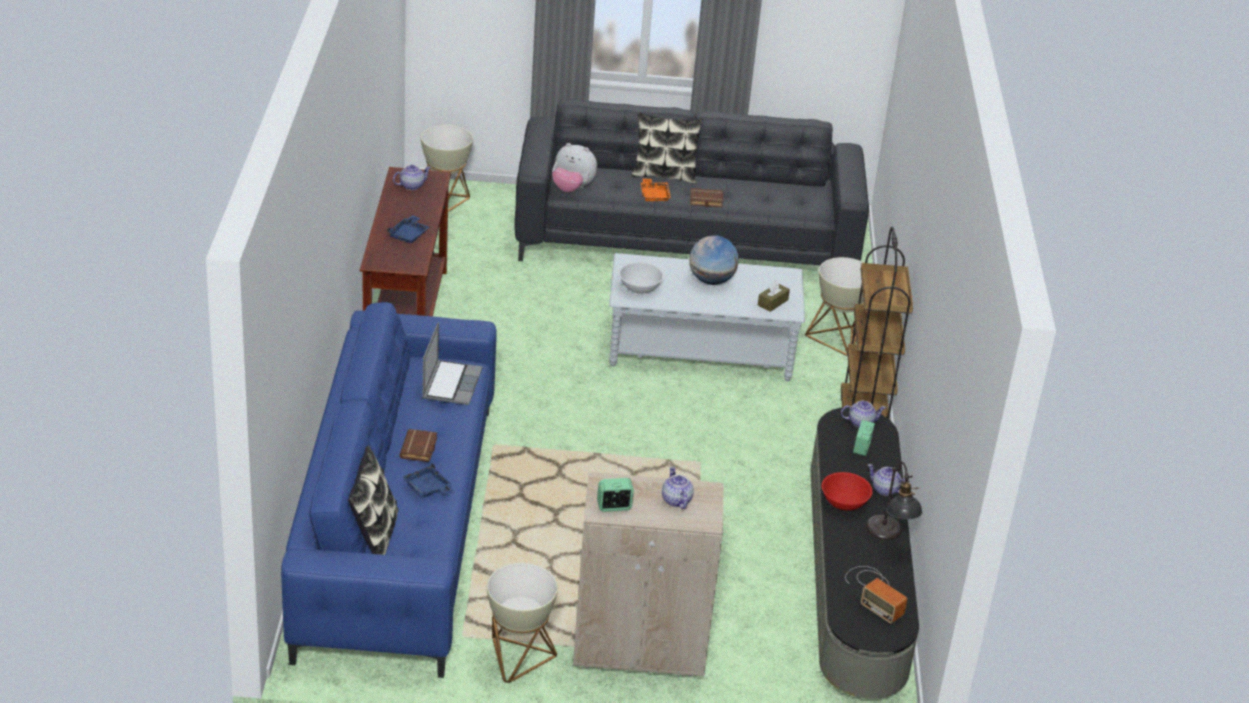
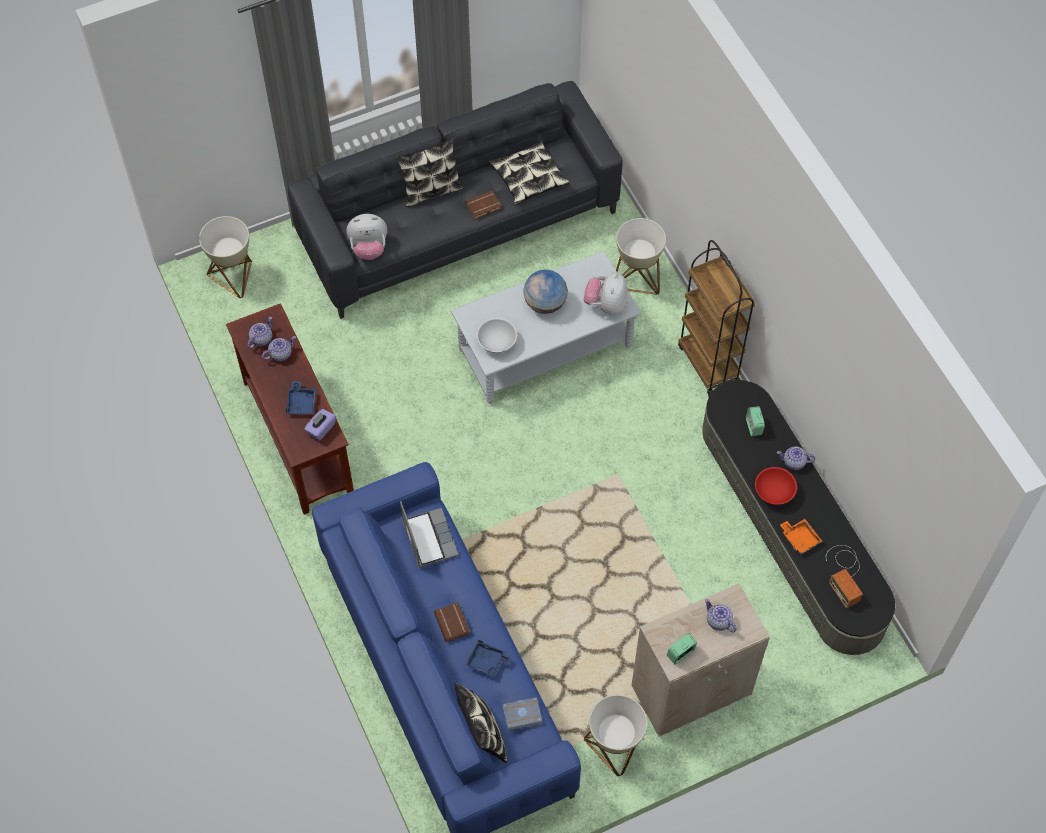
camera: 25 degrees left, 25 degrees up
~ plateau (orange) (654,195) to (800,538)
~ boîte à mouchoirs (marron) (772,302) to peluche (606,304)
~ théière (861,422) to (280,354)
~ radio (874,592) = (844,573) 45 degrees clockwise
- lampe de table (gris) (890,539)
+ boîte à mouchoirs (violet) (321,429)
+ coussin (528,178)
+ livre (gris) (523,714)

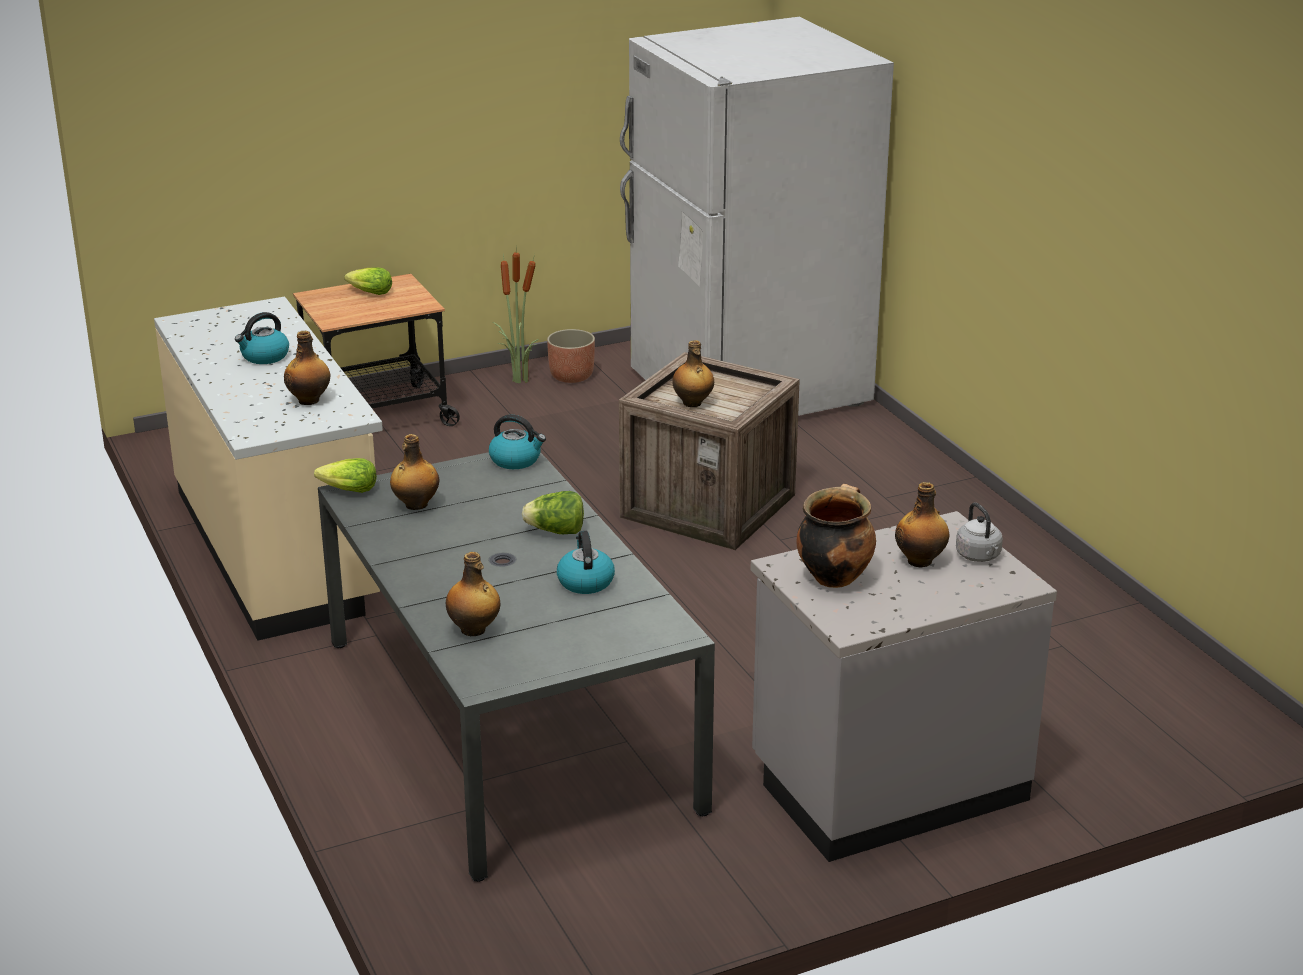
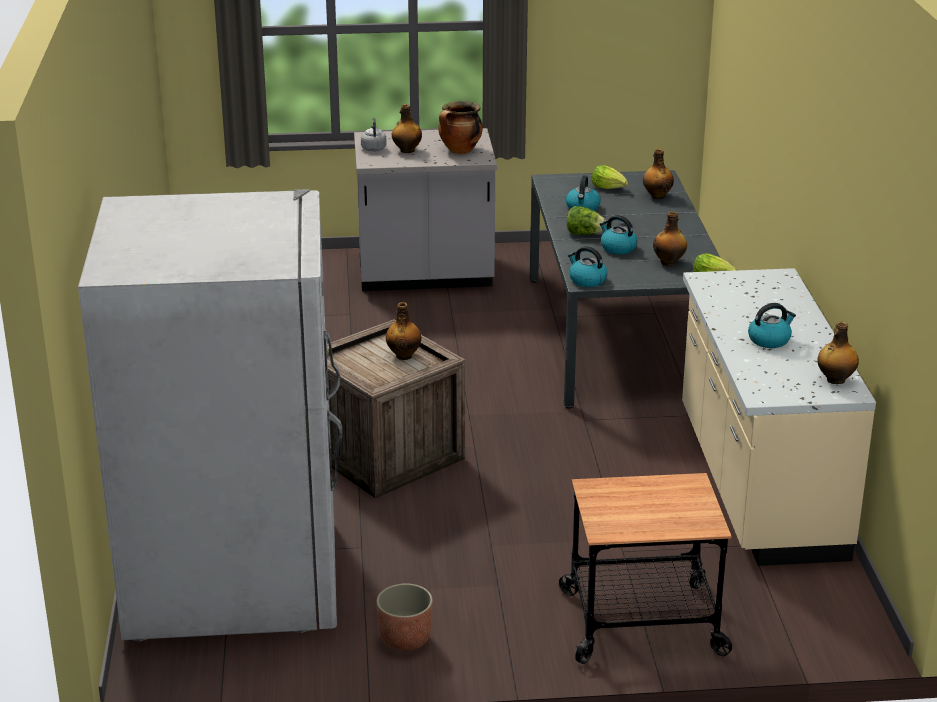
camera: 160 degrees left, 0 degrees up
~ bouteille (309,400) to (835,380)
~ laitue (370,293) to (609,188)
- plante en pot (518,380)
+ bouilloire (617,248)

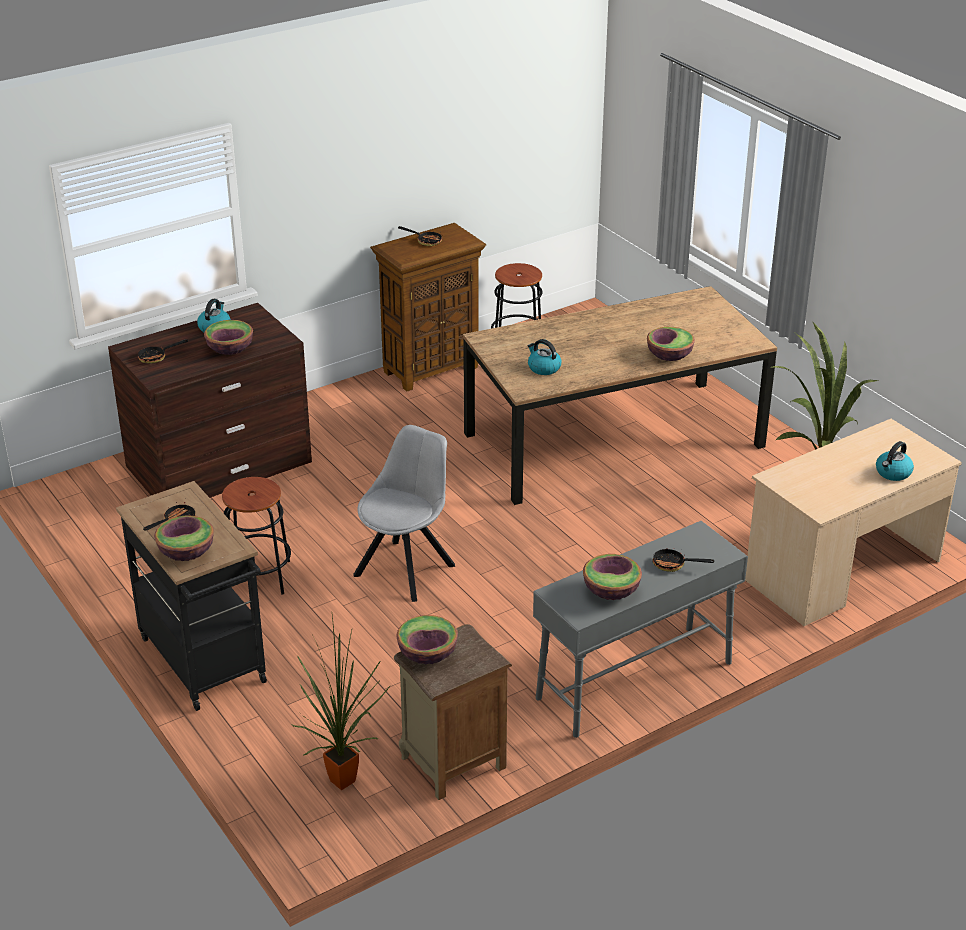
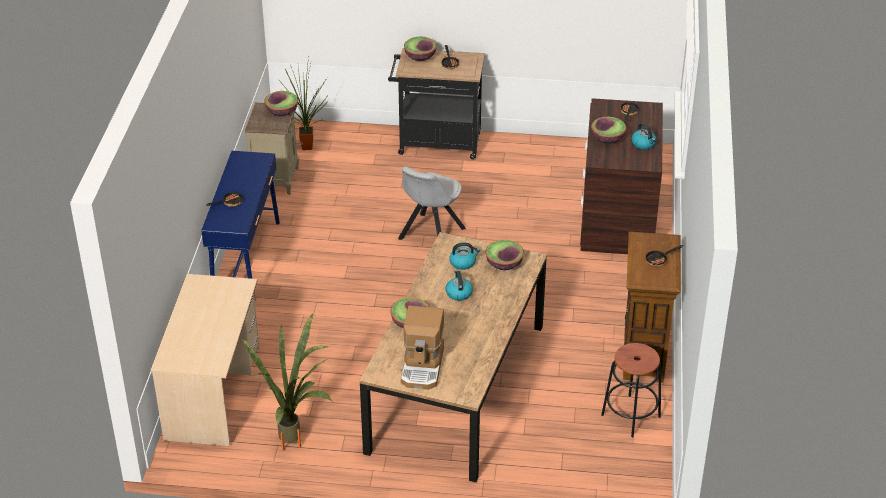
camera: 130 degrees right, 5 degrees up
- tabouret (noir) (259,577)
~ chaise (gris) (406,569) = (431,234) 45 degrees clockwise
~ table console (gris) (633,680) to table console (bleu) (247,259)
~ bol (611,591) to (504,264)
~ bouilloire (893,473) to (458,293)
+ machine à café (423,366)

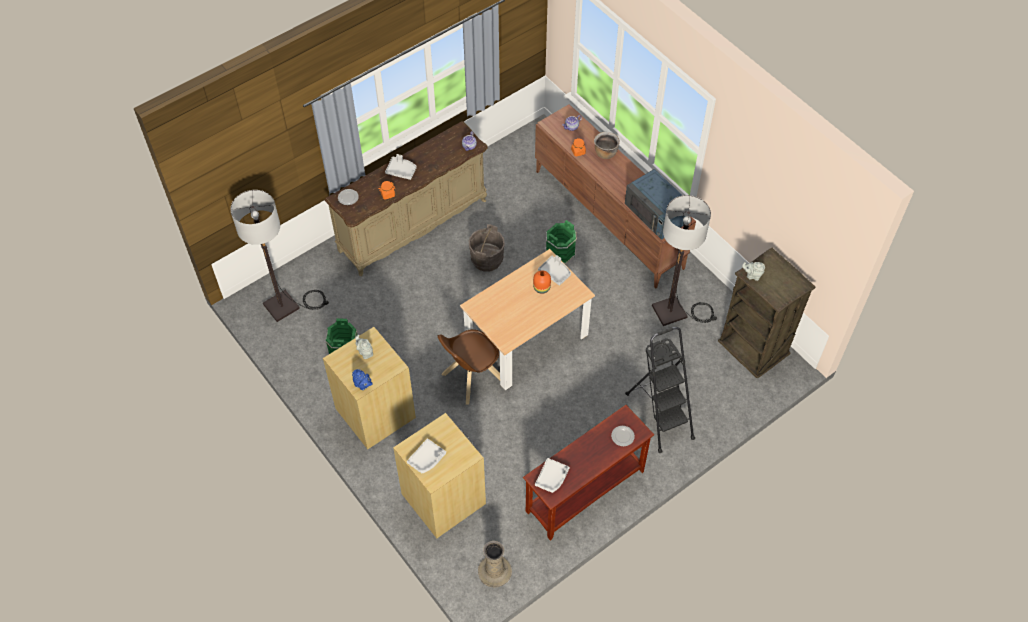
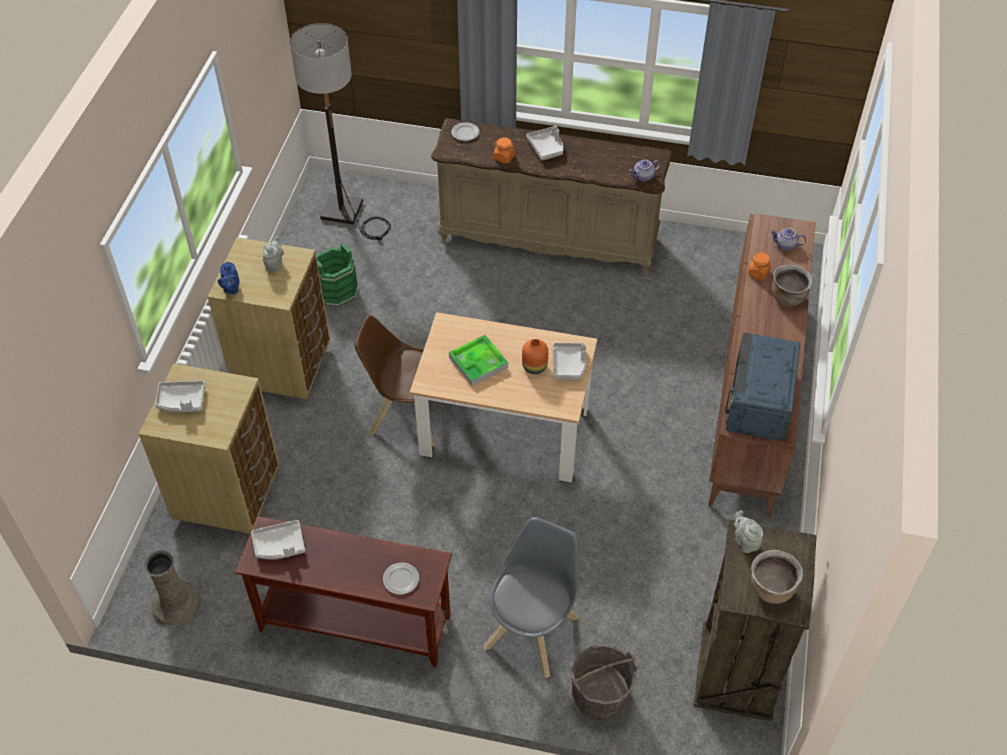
camera: 50 degrees right, 5 degrees down
~ seau (gris) (486,259) to (600,696)
- seau (vert) (560,253)
~ escabeau (659,414) to chaise (gris) (533,629)
- lampadaire (679,312)
+ plateau (478,362)
+ marmite (marron) (771,590)

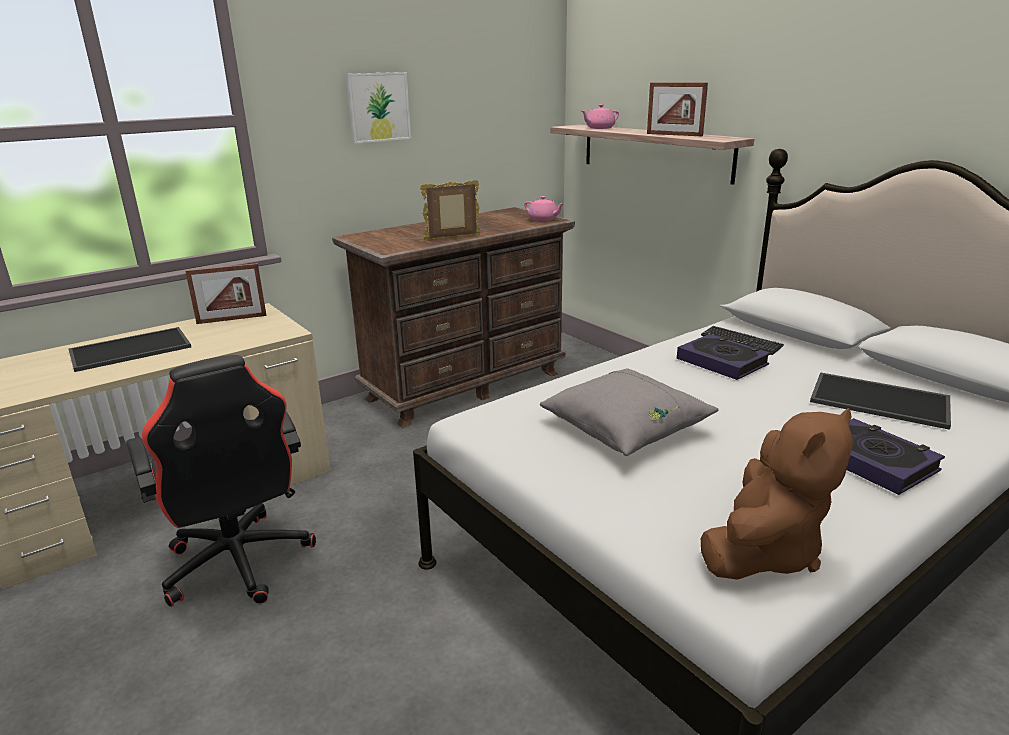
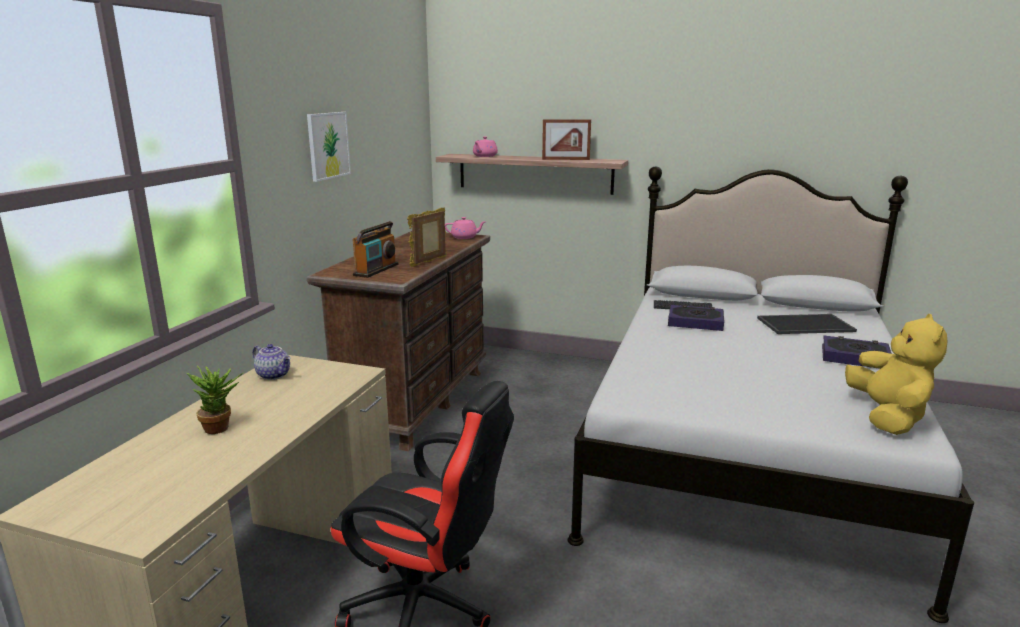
camera: 35 degrees left, 5 degrees down
~ plateau (129,350) to plante en pot (222,428)
~ cadre photo (232,319) to théière (274,375)
- coussin (gris) (625,429)
~ peluche (marron) (763,552) to peluche (jaune) (887,417)
+ radio (376,270)

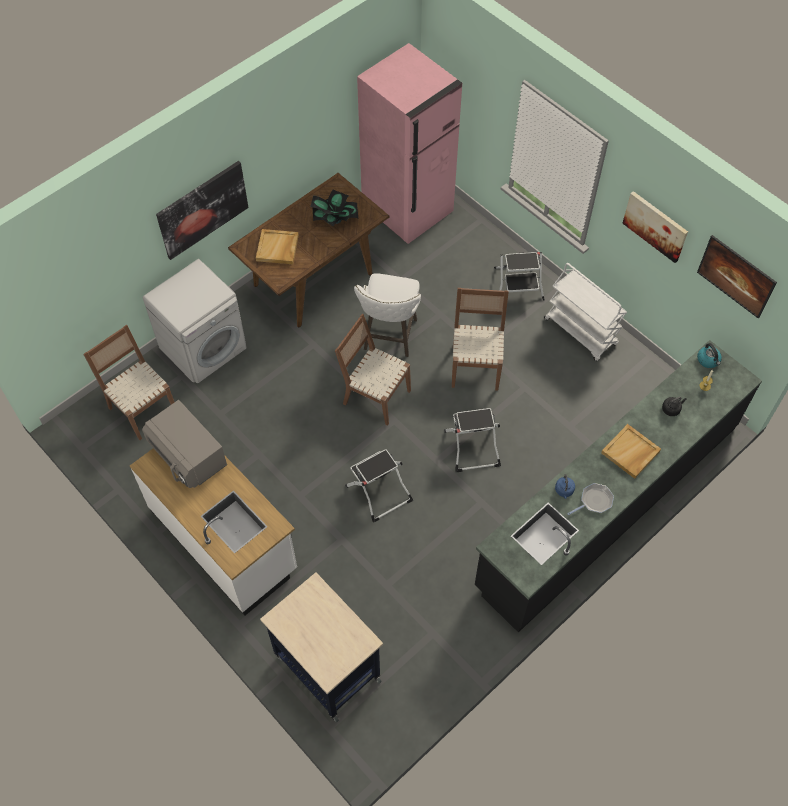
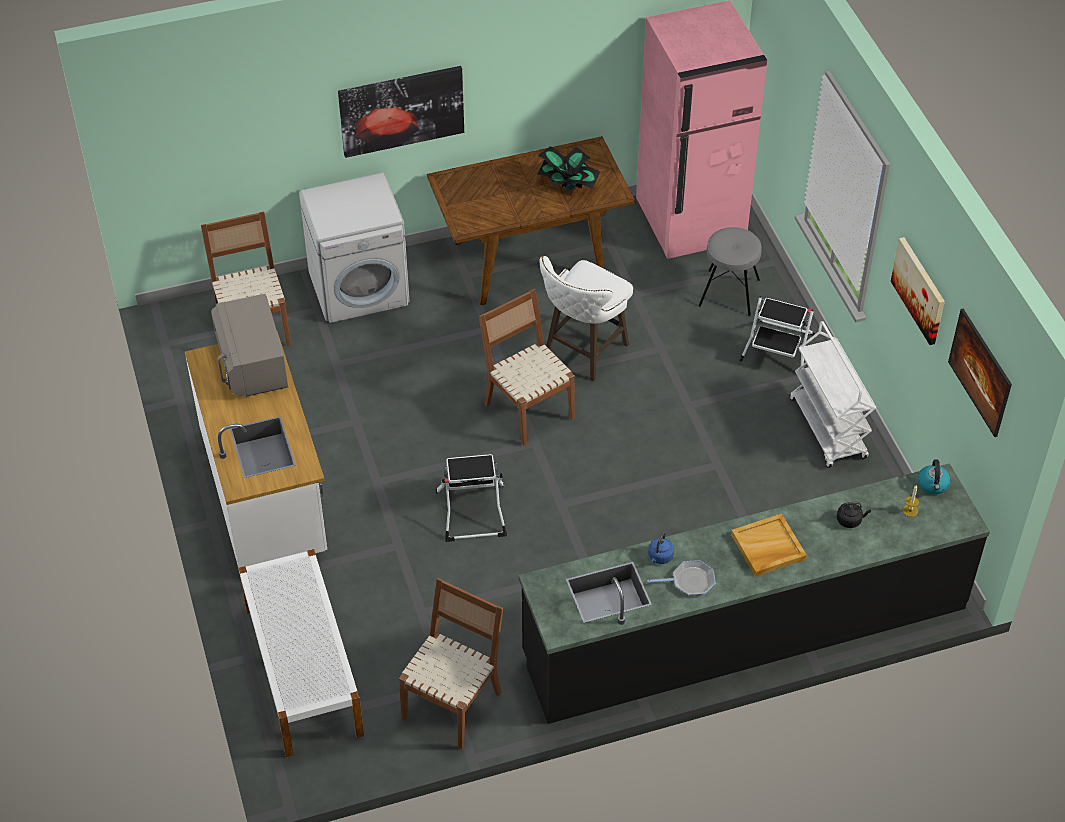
camera: 25 degrees right, 10 degrees down
- plateau (beige) (277,248)
~ chariot (bleu) (327,668) to banc (blanc) (302,670)
- escabeau (473,446)
~ chaise (476,365) to (454,702)
+ tabouret (gris) (729,293)

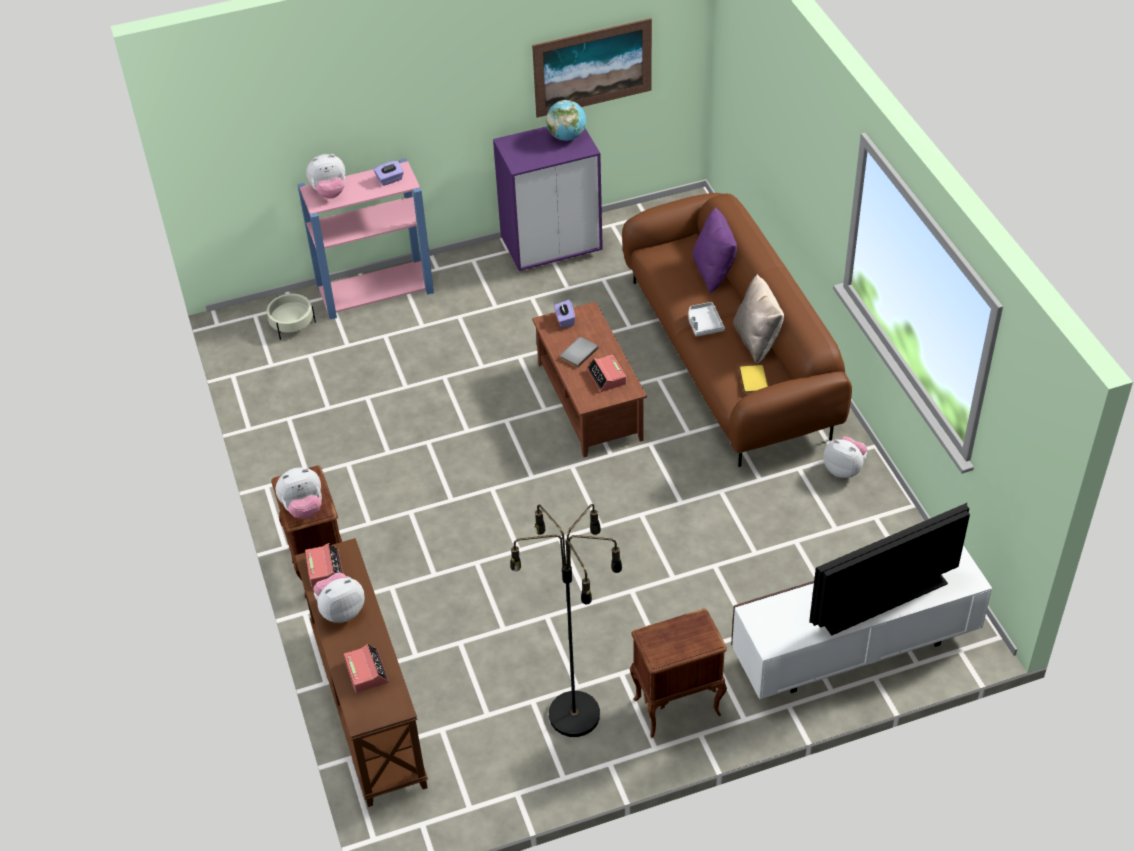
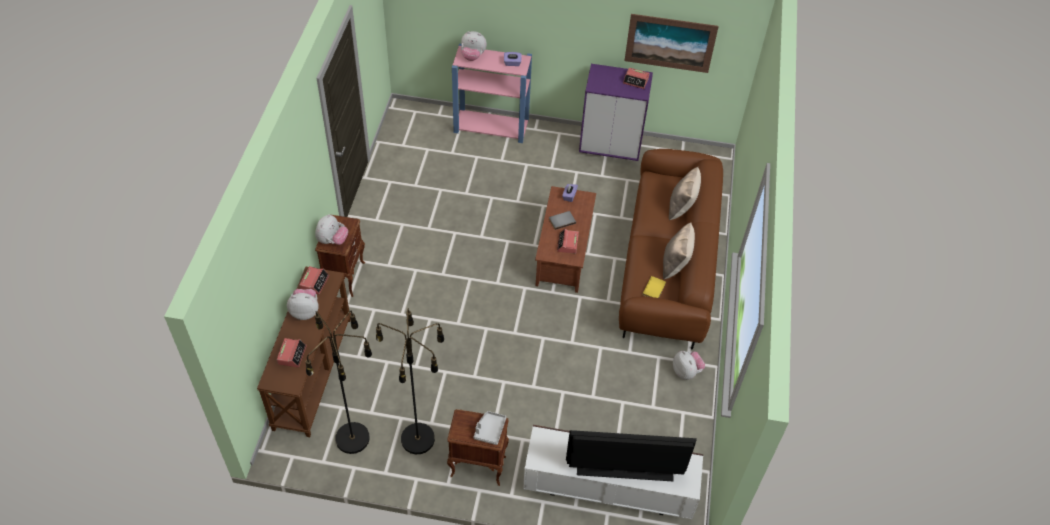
camera: 25 degrees right, 5 degrees up
- cache-pot (beige) (292,324)
~ peluche (303,508) = (332,240) 75 degrees counterclockwise
~ globe (566,136) to réveil (636,81)
~ plateau (gris) (704,324) to (489,430)
~ coussin (violet) (713,271) to coussin (beige) (681,207)
+ lampadaire (353,439)

